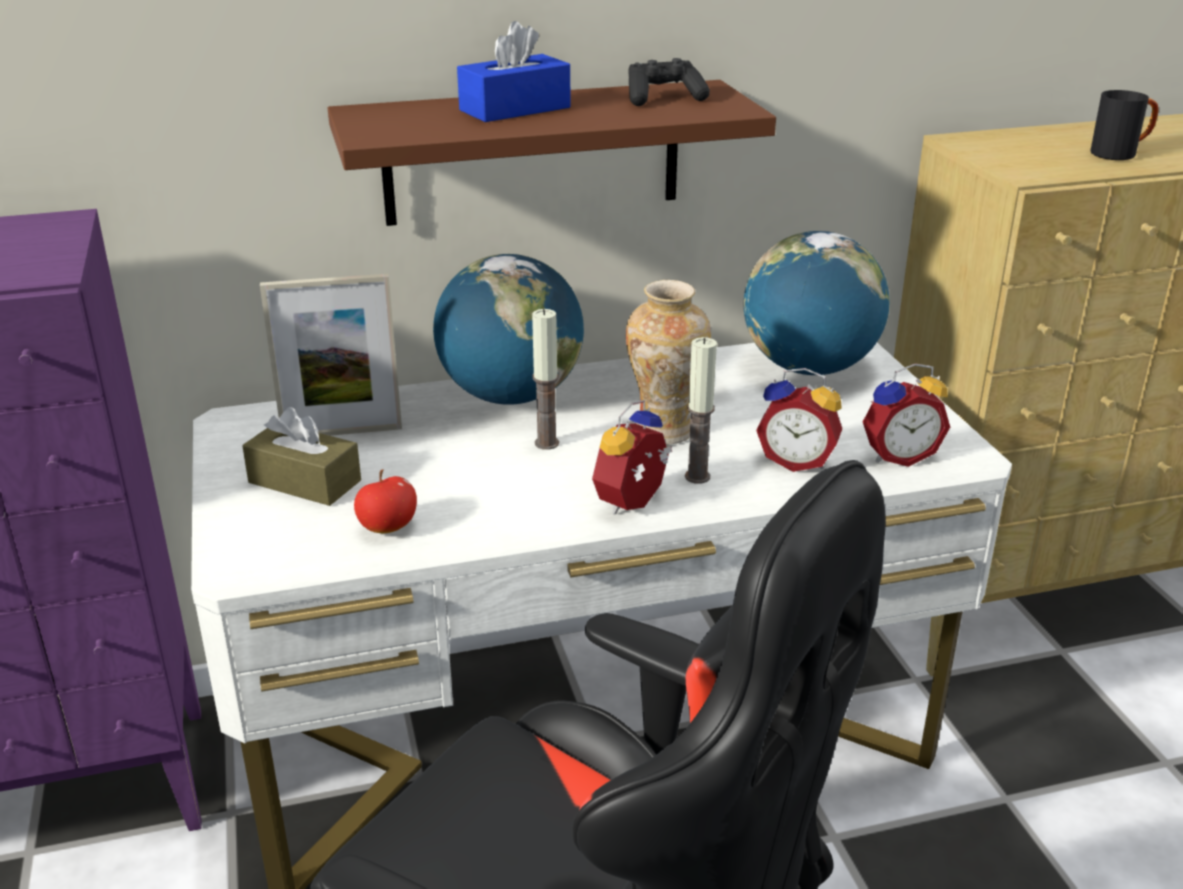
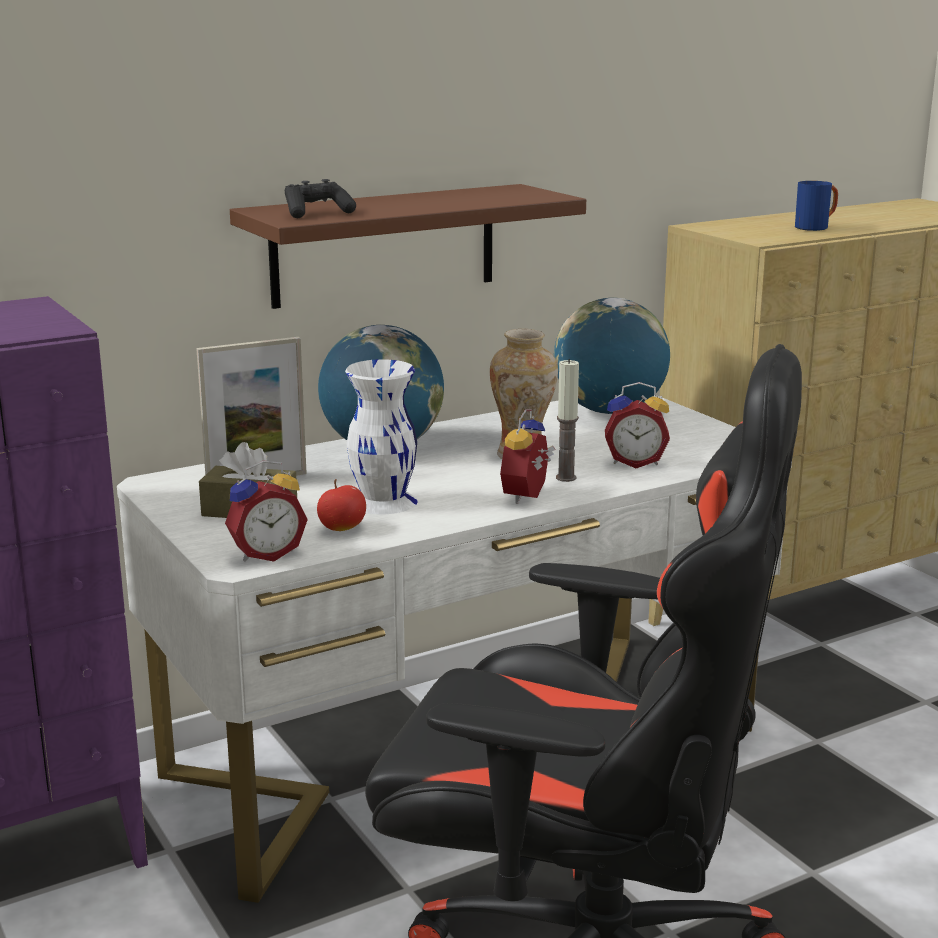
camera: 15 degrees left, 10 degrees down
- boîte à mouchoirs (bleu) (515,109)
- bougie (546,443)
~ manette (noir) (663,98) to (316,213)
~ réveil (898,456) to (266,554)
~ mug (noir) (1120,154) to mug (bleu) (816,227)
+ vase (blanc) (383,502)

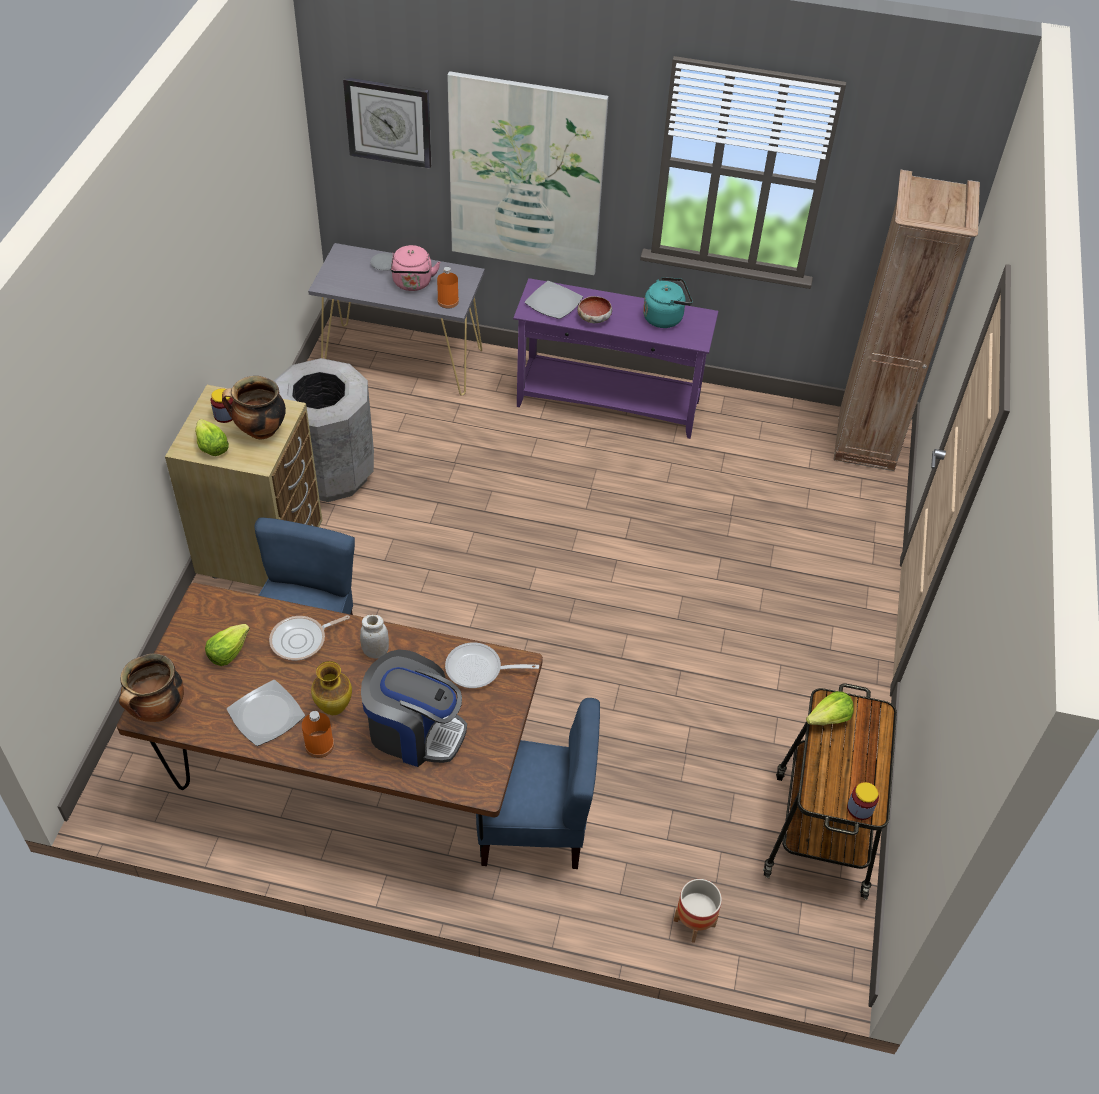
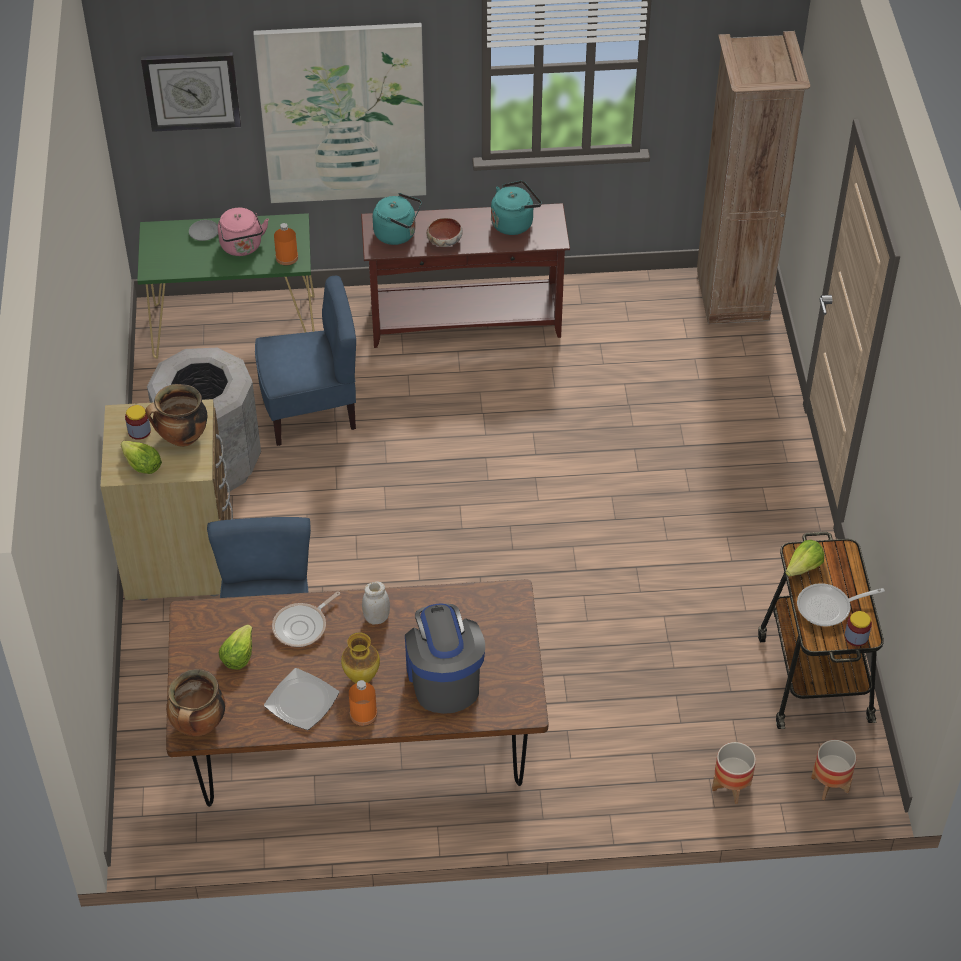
camera: 15 degrees left, 0 degrees up
~ table console (gris) (403,359) to table console (vert) (235,326)
~ machine à café (414,731) = (444,678) 105 degrees counterclockwise
~ poêle (479,670) to (828,608)
~ chaise (bleu) (534,827) to (310,410)
~ table console (violet) (609,403) to table console (marron) (466,320)
~ assiette (553,303) to bouilloire (turquoise) (398,234)
+ cache-pot (830,784)

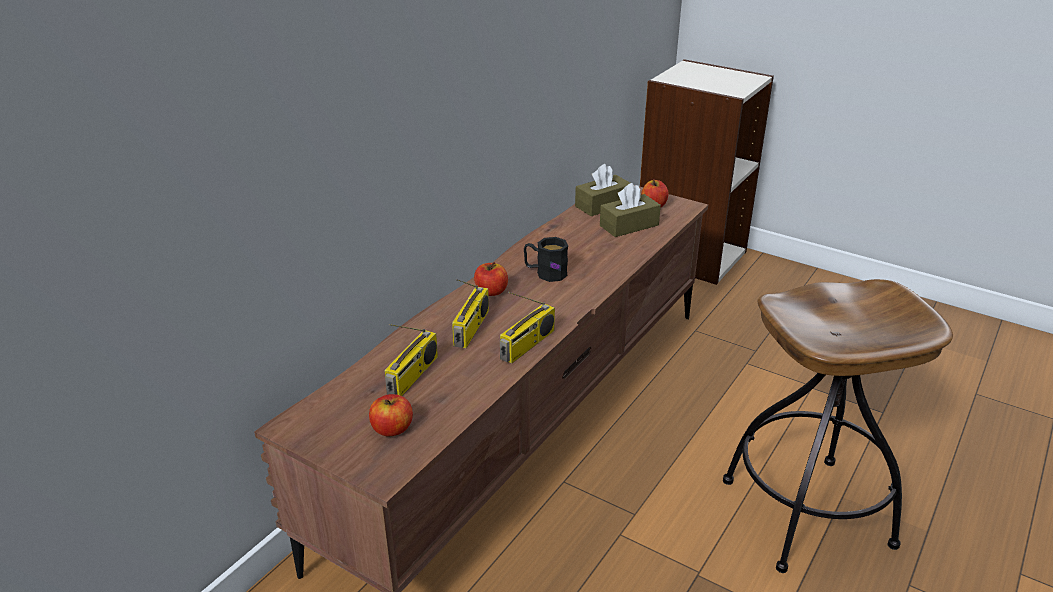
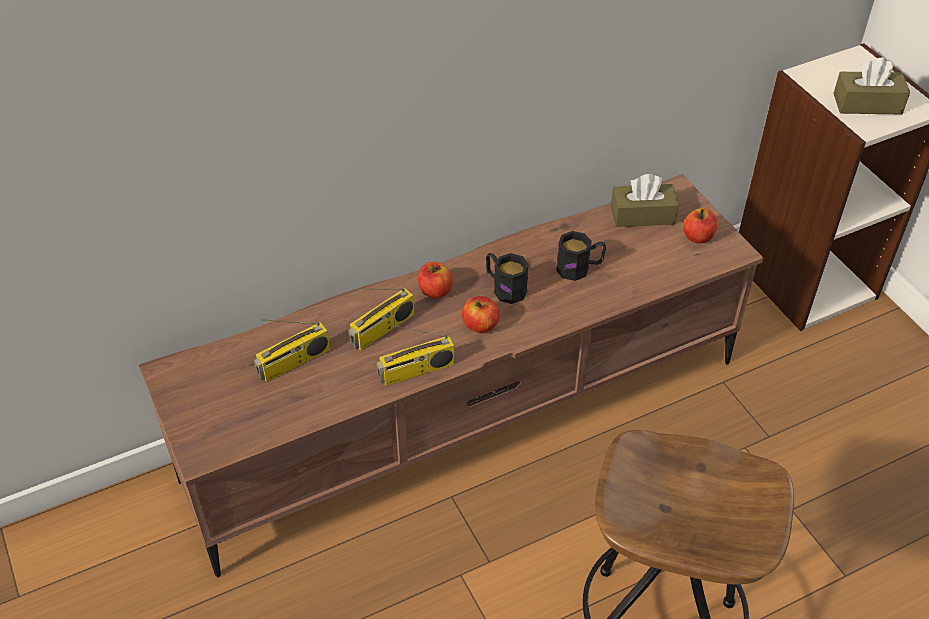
camera: 30 degrees right, 15 degrees up
~ pomme (392,429) to (480,325)
~ boîte à mouchoirs (marron) (629,225) to (867,104)
+ mug (noir) (579,268)

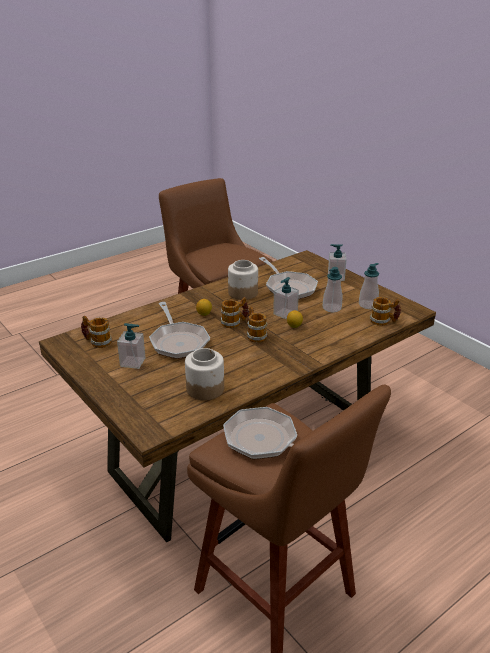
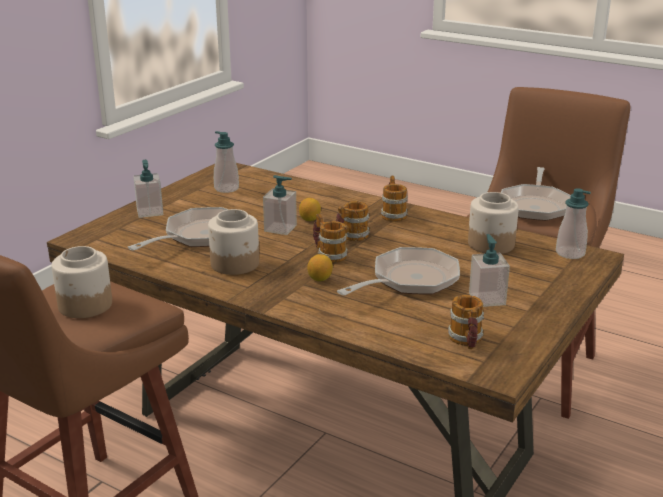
camera: 110 degrees left, 5 degrees down
~ distributeur de savon (332,308) to (570,253)
~ mug (384,321) to (393,214)
+ bocal (84,305)

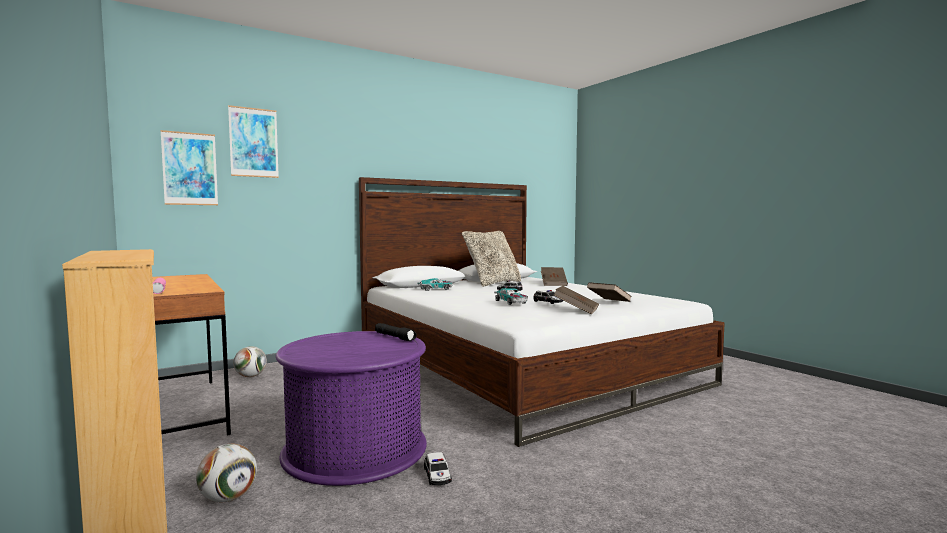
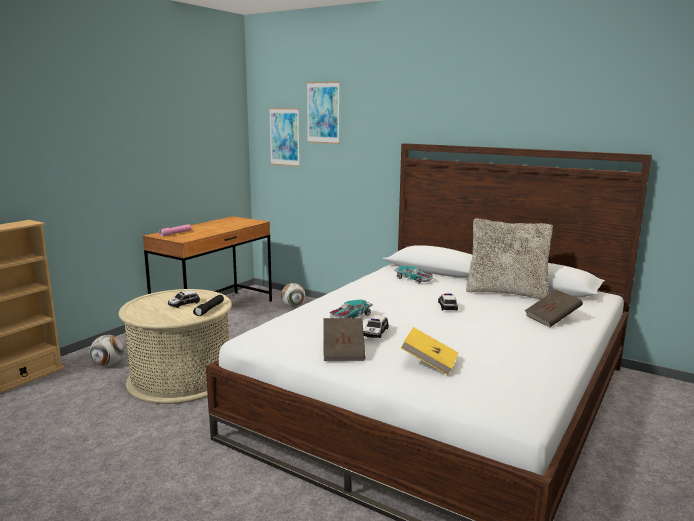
camera: 65 degrees right, 10 degrees up
~ table basse (violet) (355,449) to table basse (beige) (182,378)
~ petite voiture (437,475) to (183,303)
~ livre (marron) (609,302) to livre (jaune) (429,363)

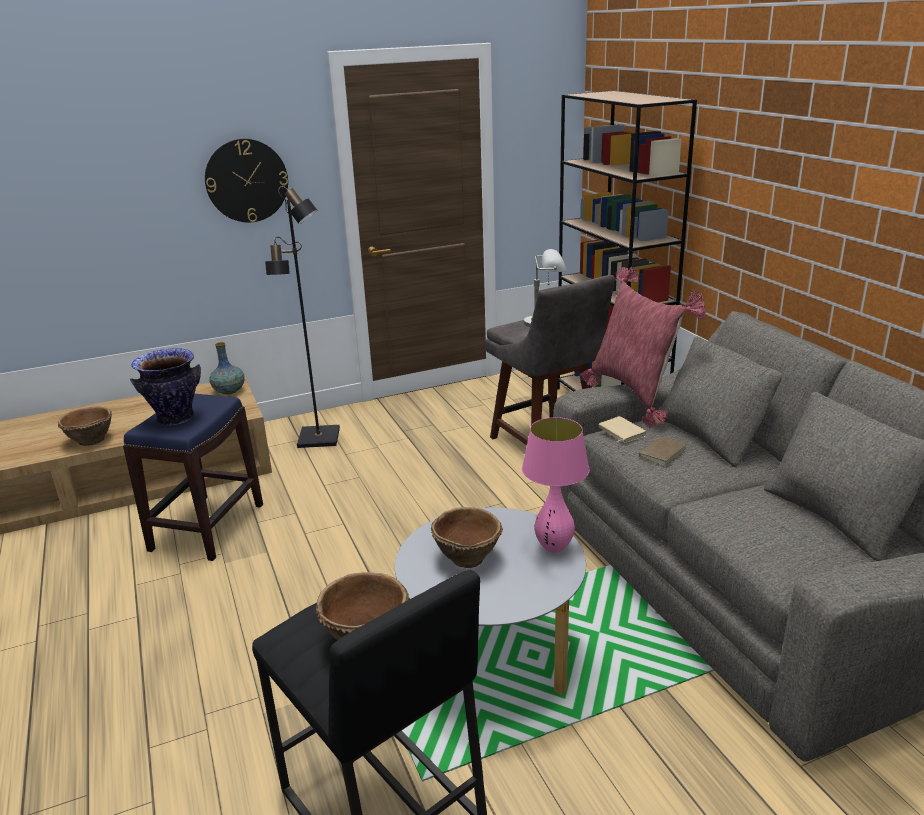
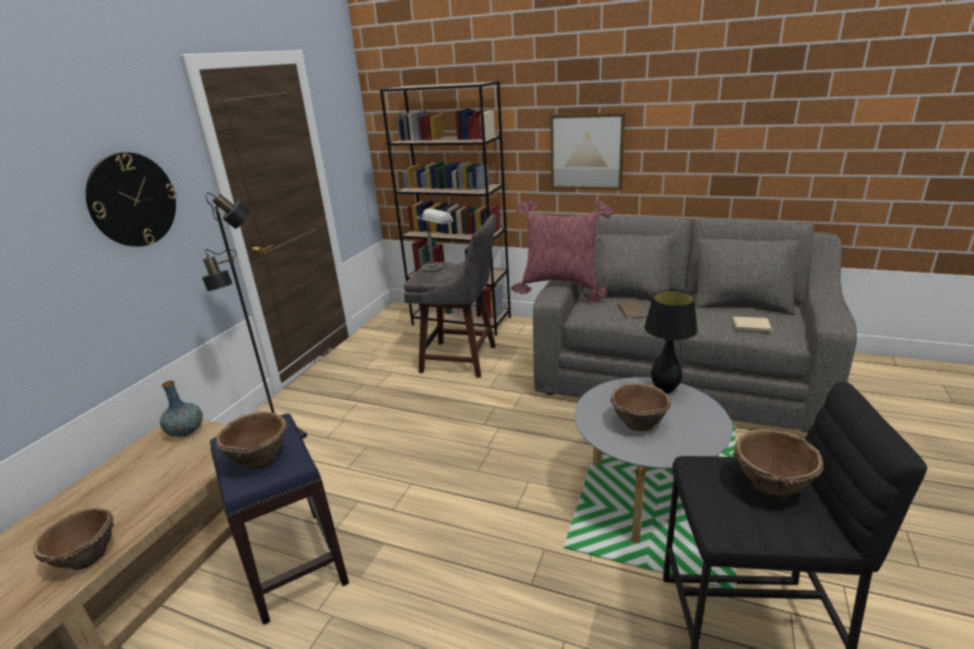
camera: 45 degrees left, 0 degrees up
~ vase (175,418) to bol (marron) (259,458)
~ lampe de table (rose) (554,547) to lampe de table (noir) (665,390)
~ livre (beige) (620,432) to (751,327)
+ tableau (587,151)

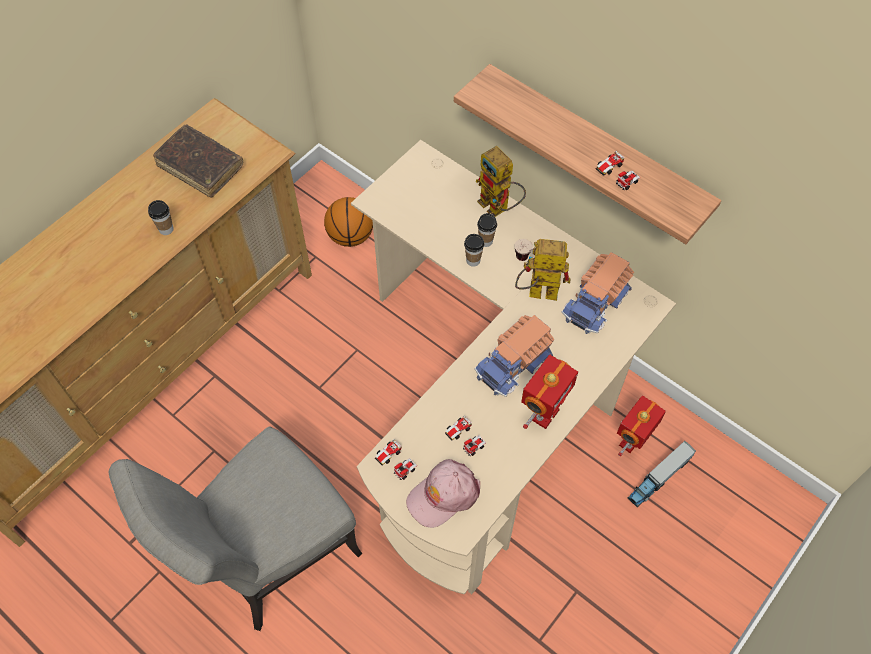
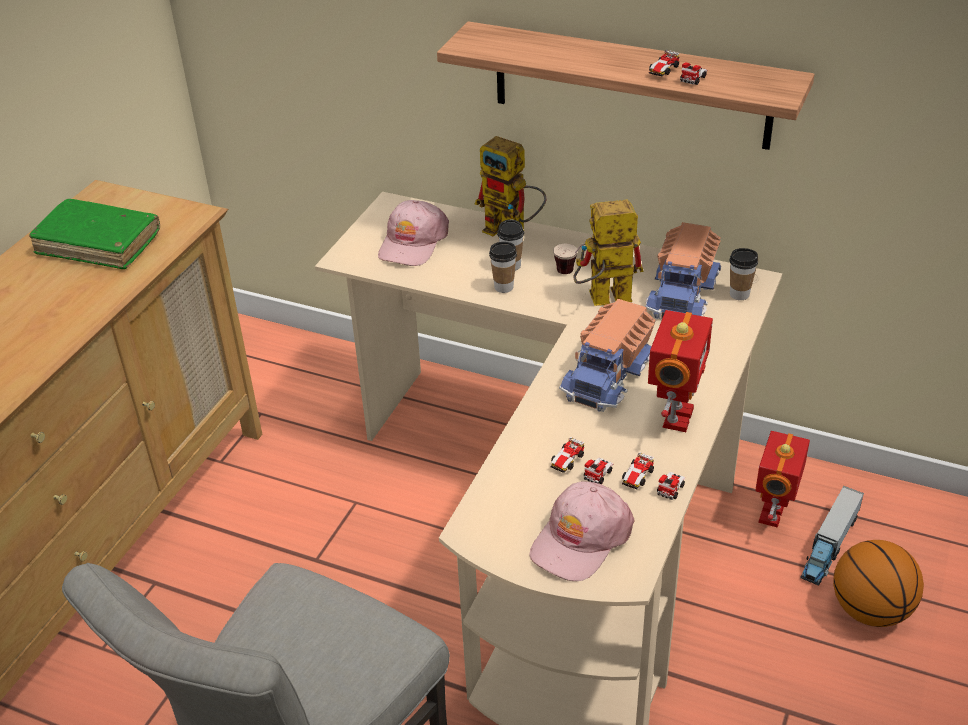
camera: 15 degrees left, 20 degrees down
~ tasse (166,229) to (739,294)
~ livre (marron) (200,166) to livre (vert) (99,244)
~ ballon de basket (351,236) to (870,610)
~ petite voiture (396,462) to (653,484)
+ casquette (rose) (412,243)

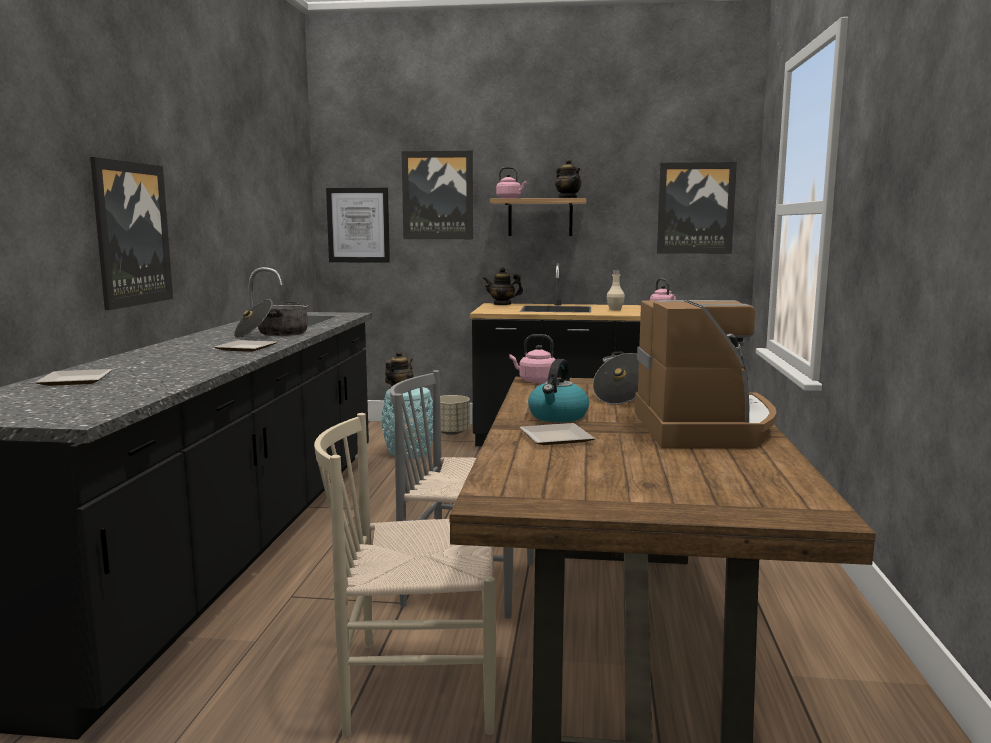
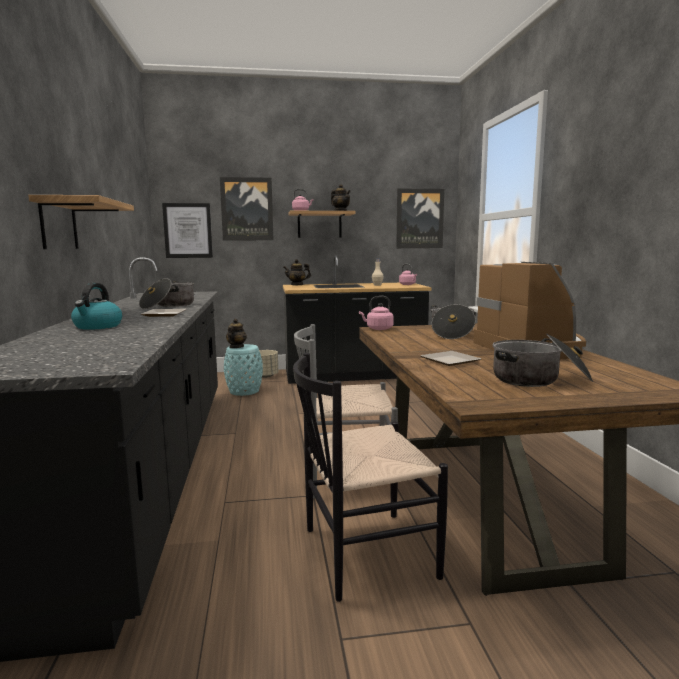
camera: 15 degrees left, 0 degrees up
- assiette (74,380)
~ tableau (131,234) to étagère (58,225)
~ chaise (beige) (414,686) to chaise (noir) (363,554)
~ bouilloire (558,416) to (97,326)
+ marmite (540,379)

